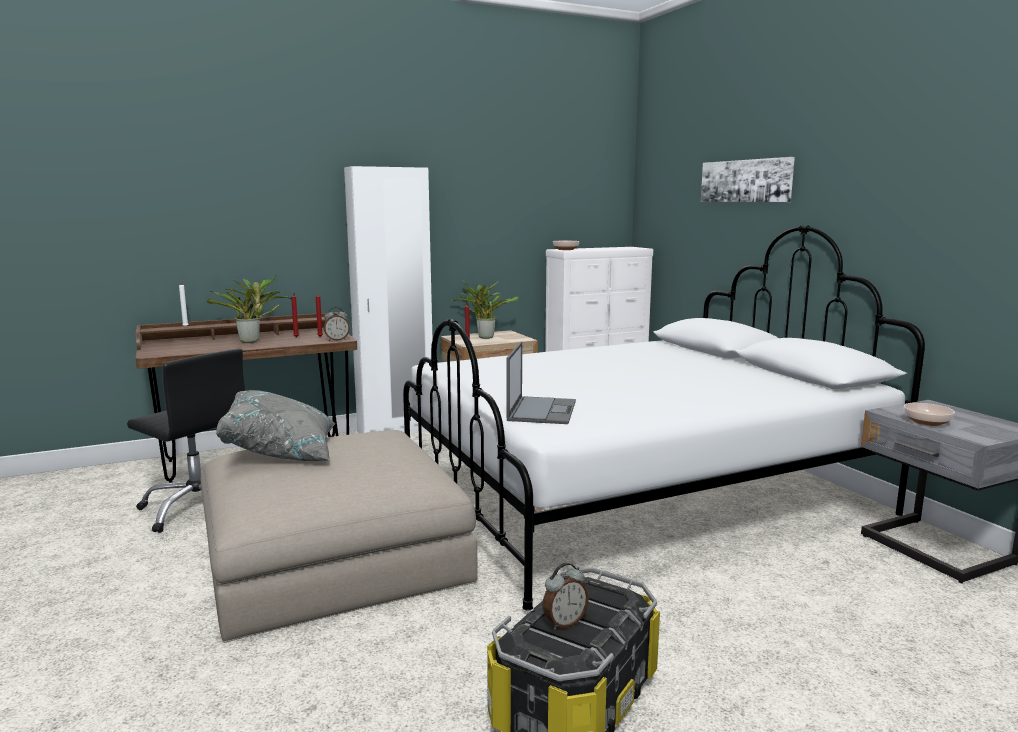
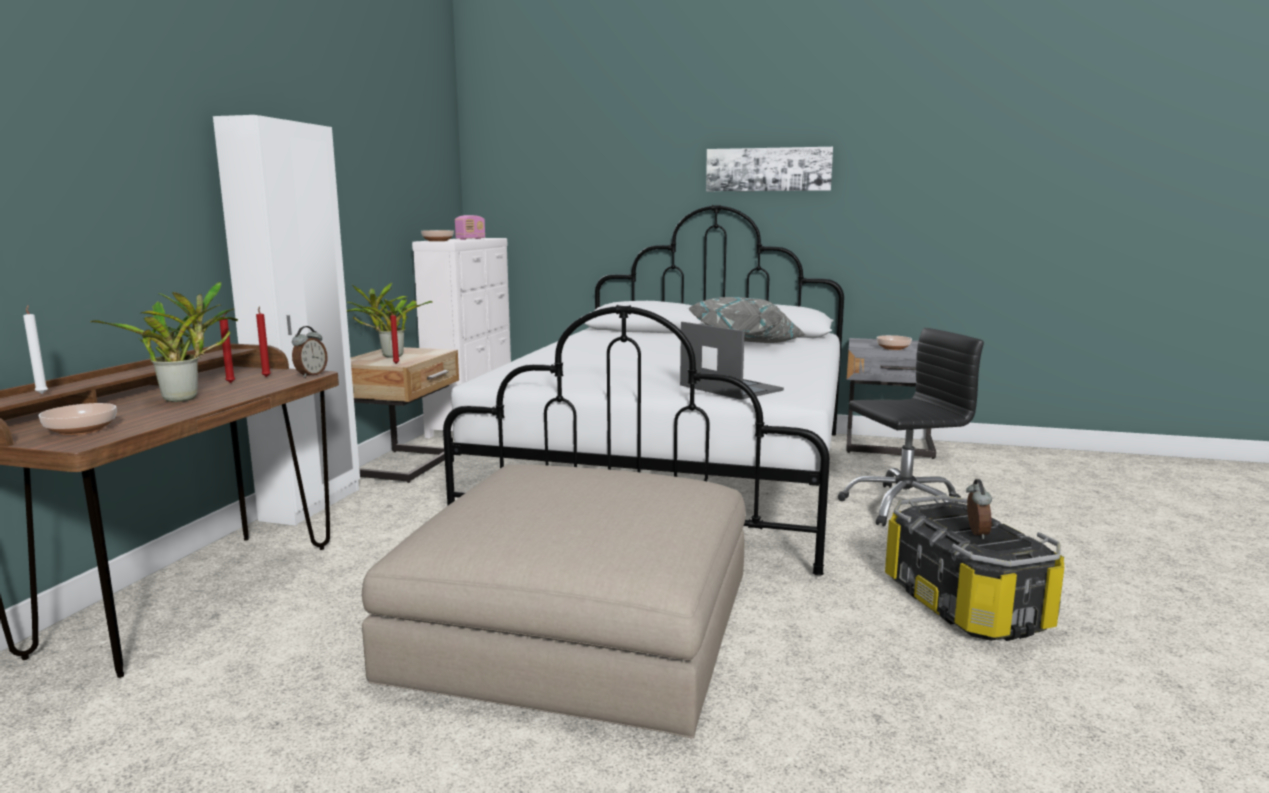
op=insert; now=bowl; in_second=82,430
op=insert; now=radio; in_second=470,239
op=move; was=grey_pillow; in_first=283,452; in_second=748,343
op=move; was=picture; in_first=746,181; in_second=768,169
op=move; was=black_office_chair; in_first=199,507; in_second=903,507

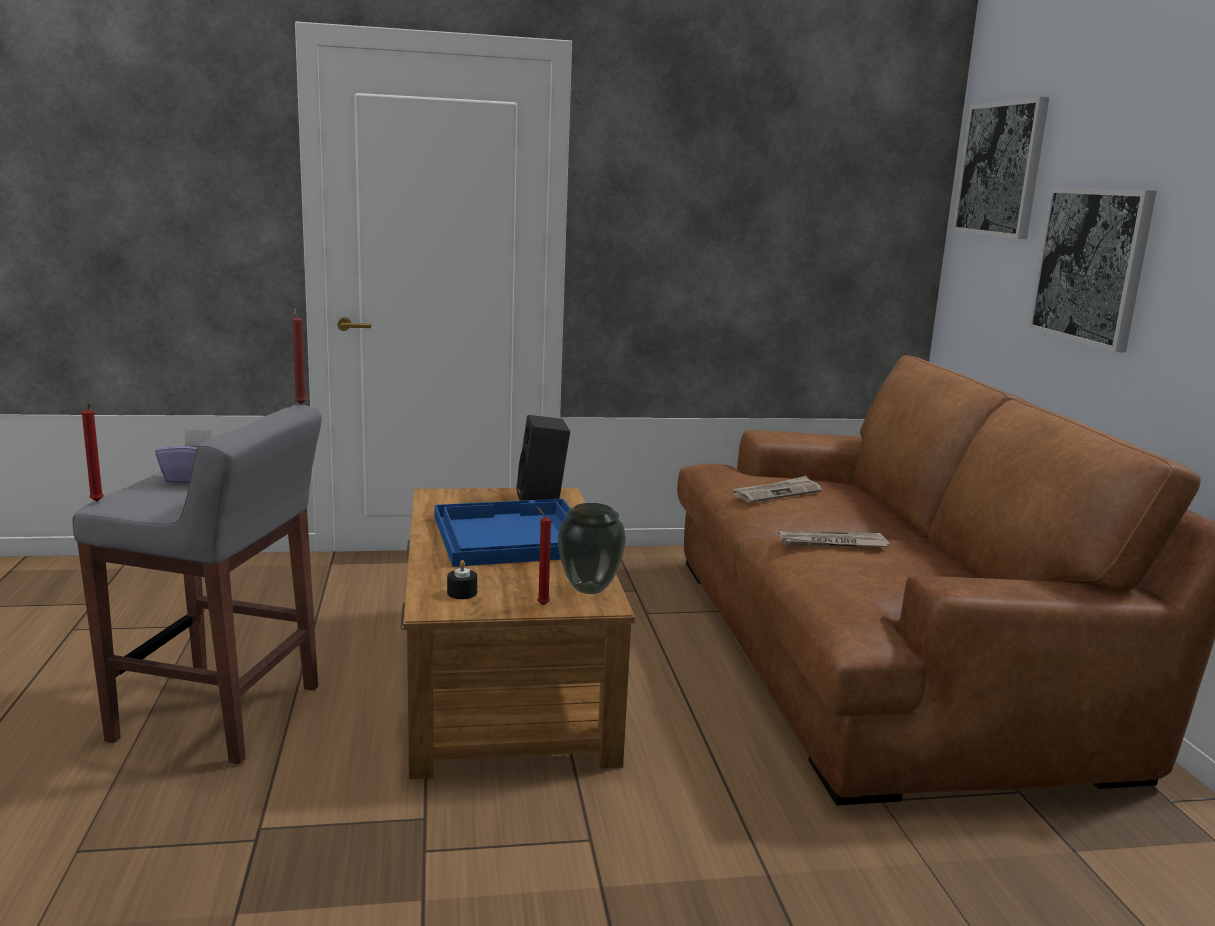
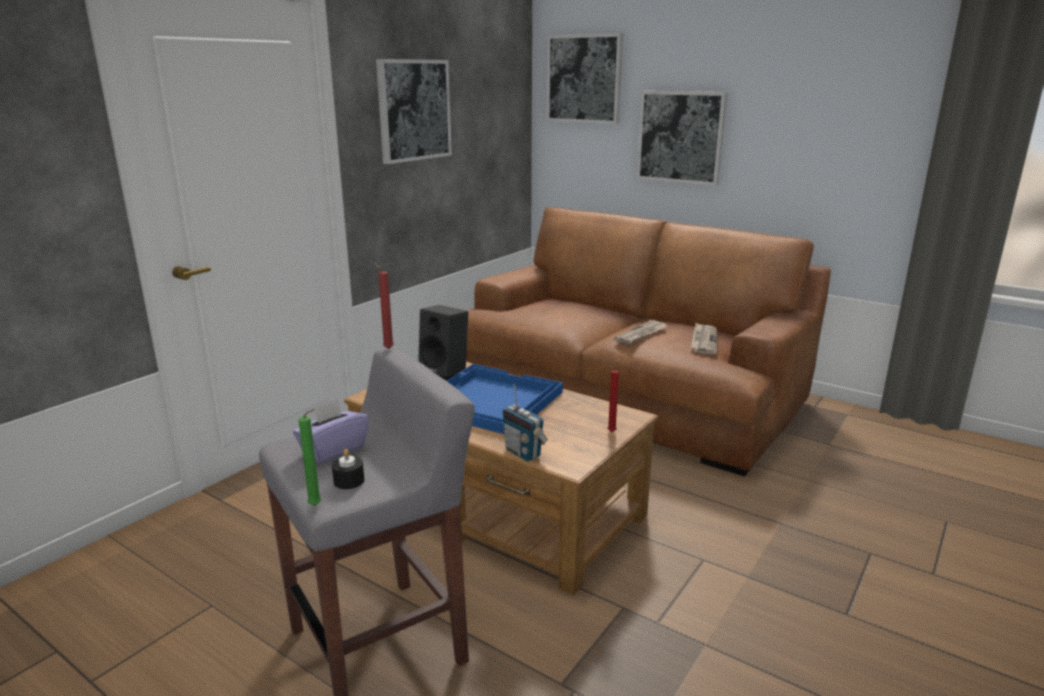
op=recolor; was=red_candle; now=green_candle; in_first=97,502; in_second=317,505
op=move; was=black_candle; in_first=462,593; in_second=349,481
op=insert; now=picture; in_second=413,110
op=insert; now=radio; in_second=523,453
op=move; was=newspaper; in_first=777,493; in_second=703,340
op=delete; was=vase; in_first=590,589

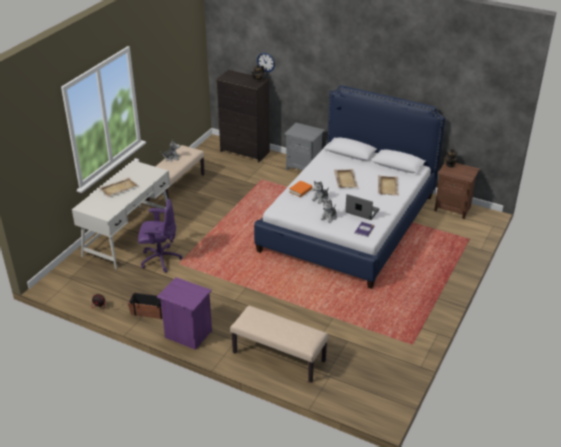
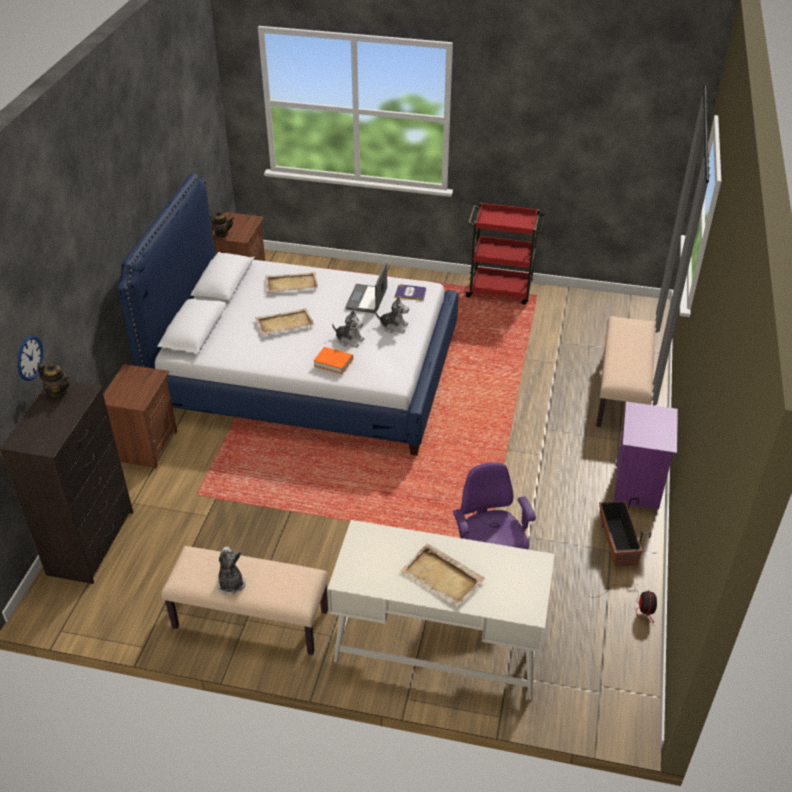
op=recolor; was=grey_nightstand; now=brown_nightstand; in_first=304,167; in_second=146,446
op=insert; now=red_cart; in_second=501,290

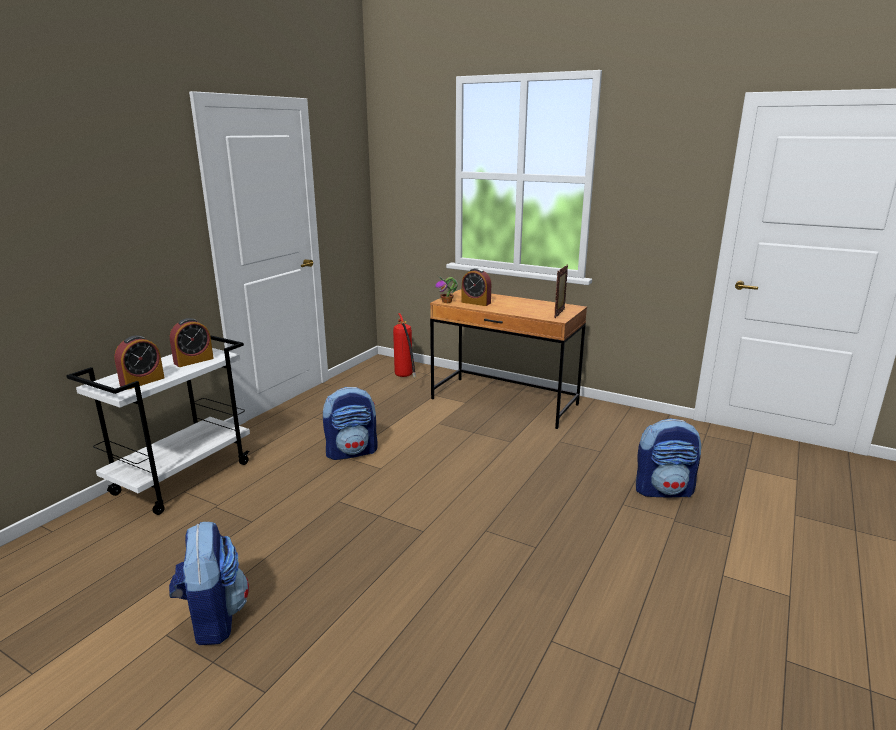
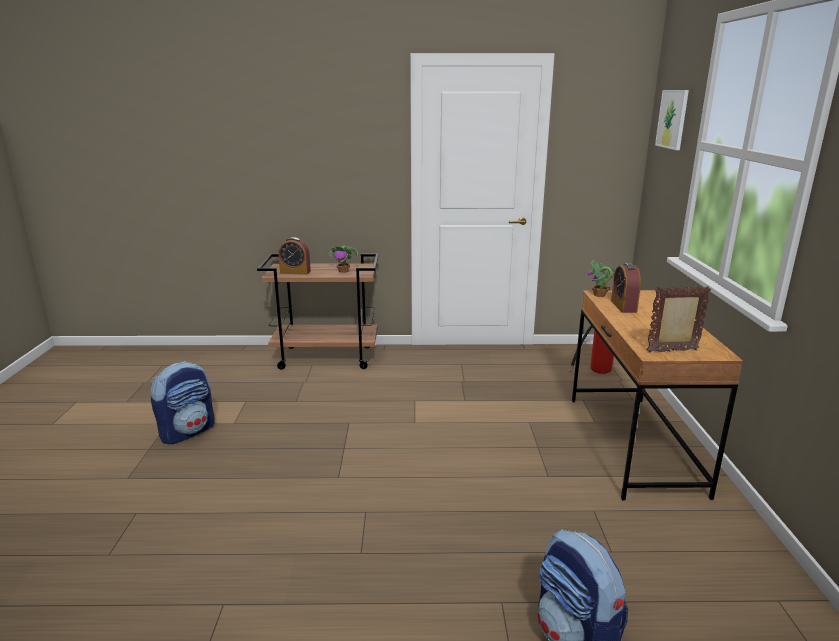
op=recolor; was=white_cart; now=brown_cart; in_first=183,477; in_second=327,357
op=replace; was=alarm_clock; now=potted_plant; in_first=193,361; in_second=344,271
op=insert; now=picture; in_second=672,119
op=delete; was=backpack; in_first=352,452

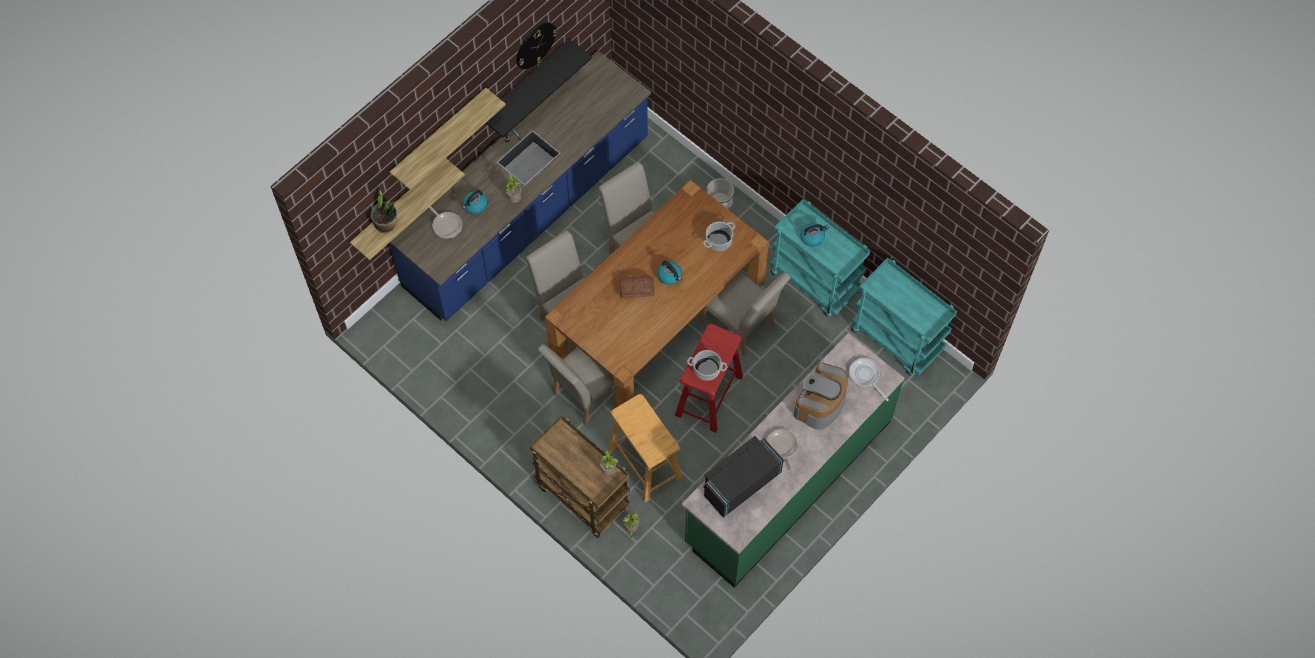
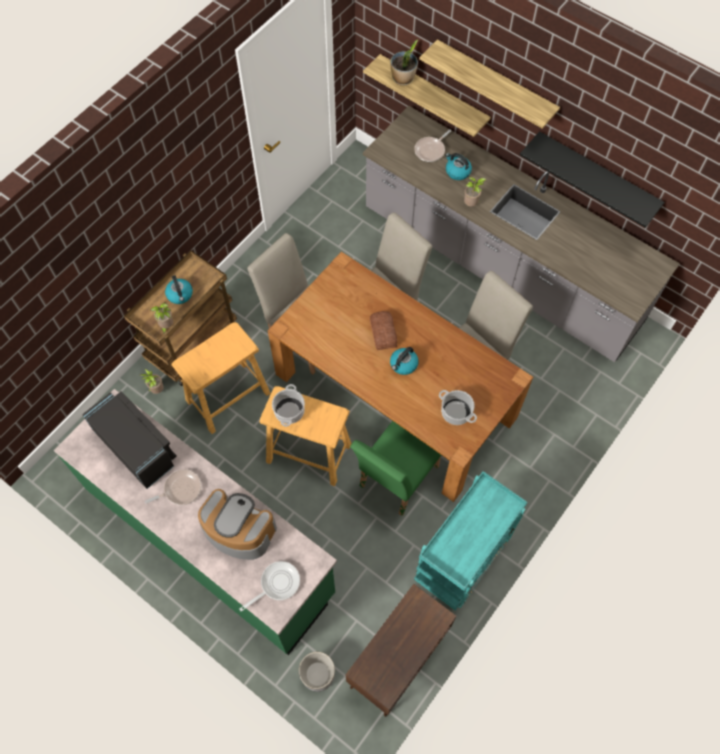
op=move; was=kettle; in_first=812,237; in_second=180,295
op=recolor; was=red_stool; now=beige_stool; in_first=708,396; in_second=308,452
op=move; was=planter; in_first=719,201; in_second=318,674
op=replace; was=turquoise_cart; now=brown_cabinet; in_first=898,339; in_second=397,661
op=recolor; was=beige_chair; now=green_chair; in_first=741,327; in_second=394,480
op=recolor; was=blue_counter; now=grey_counter; in_first=528,214; in_second=500,266
op=delete; was=wall_clock; in_first=535,45

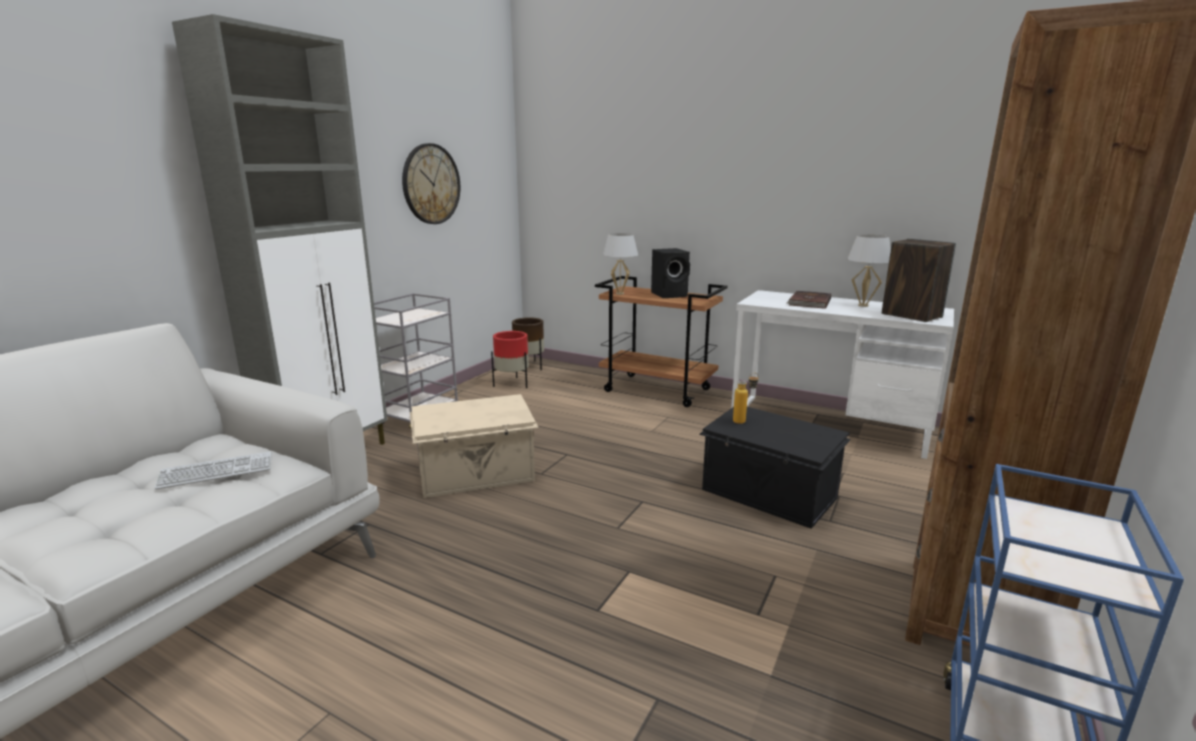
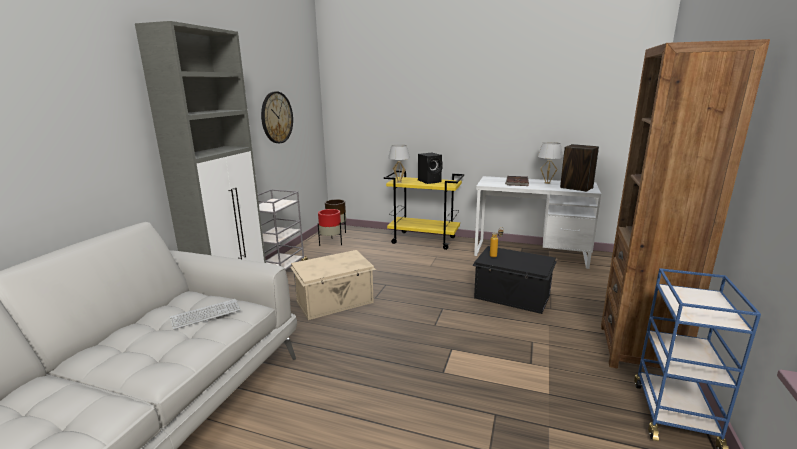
op=recolor; was=brown_cart; now=yellow_cart; in_first=658,390; in_second=424,240

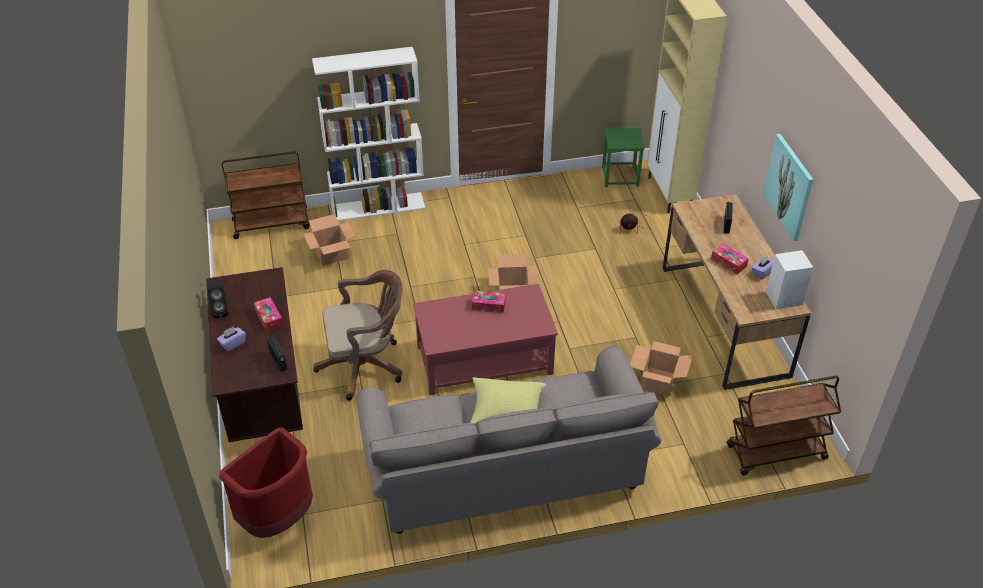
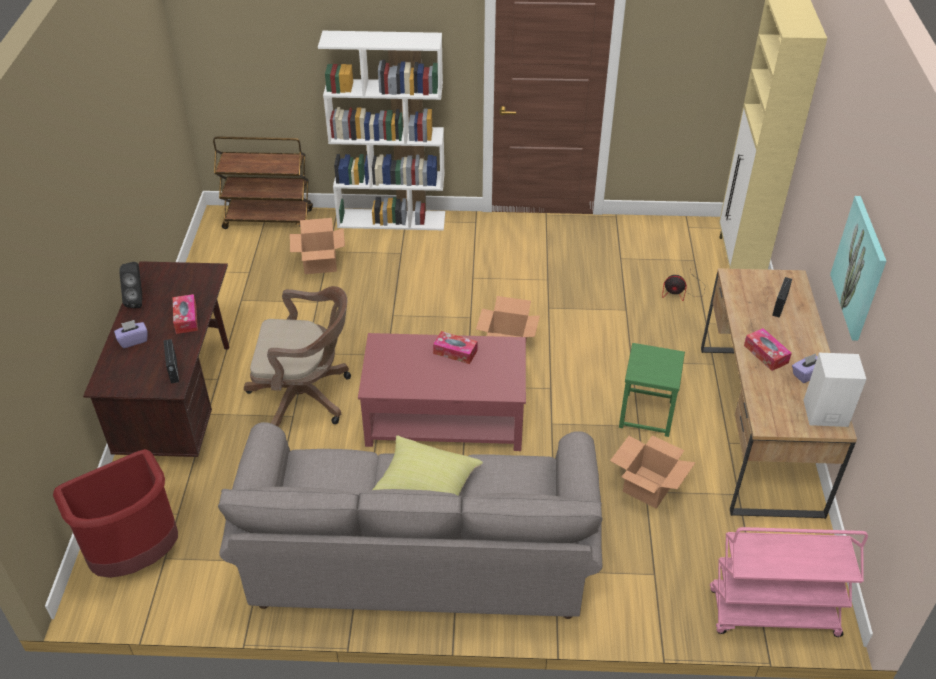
op=move; was=green_stool; in_first=619,176; in_second=646,414
op=recolor; was=brown_cart; now=pink_cart; in_first=775,453; in_second=772,613

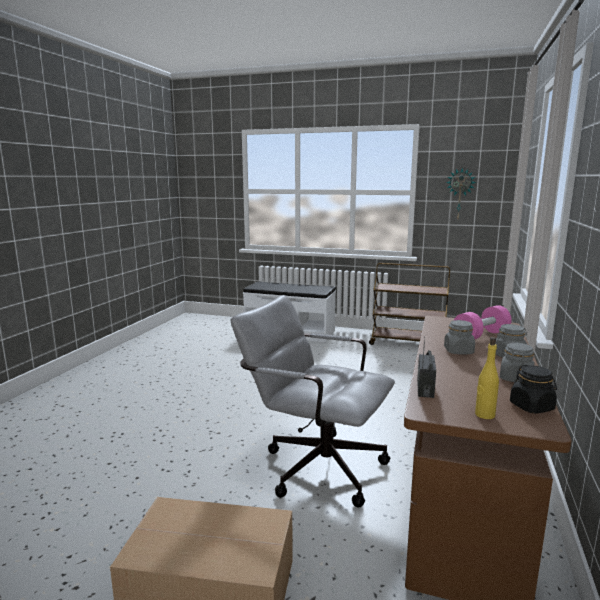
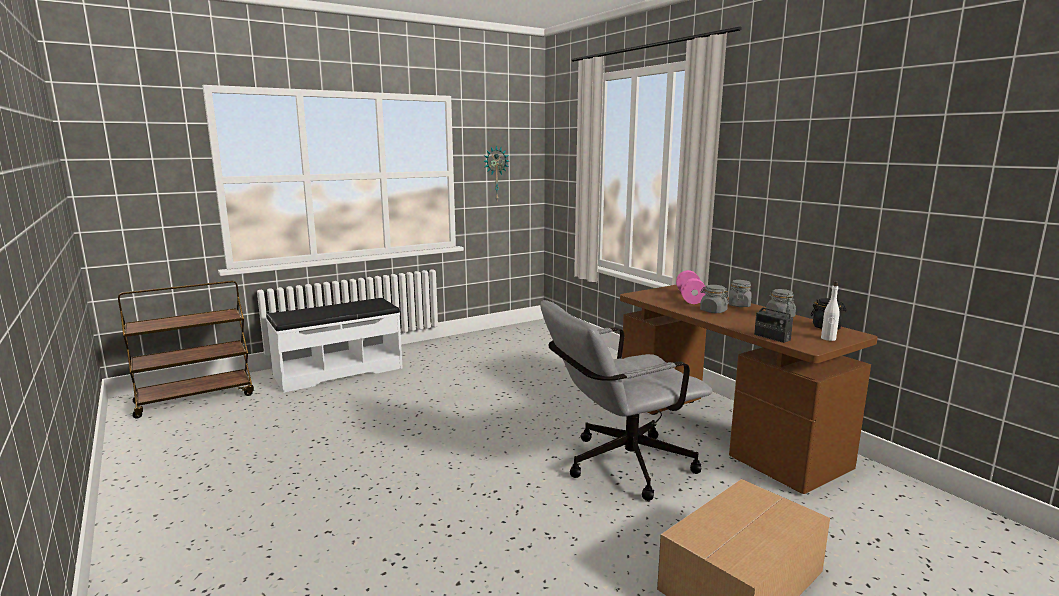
op=move; was=brown_cart; in_first=408,343; in_second=196,398
op=recolor; was=yellow_bottle; now=white_bottle; in_first=484,415; in_second=828,338

